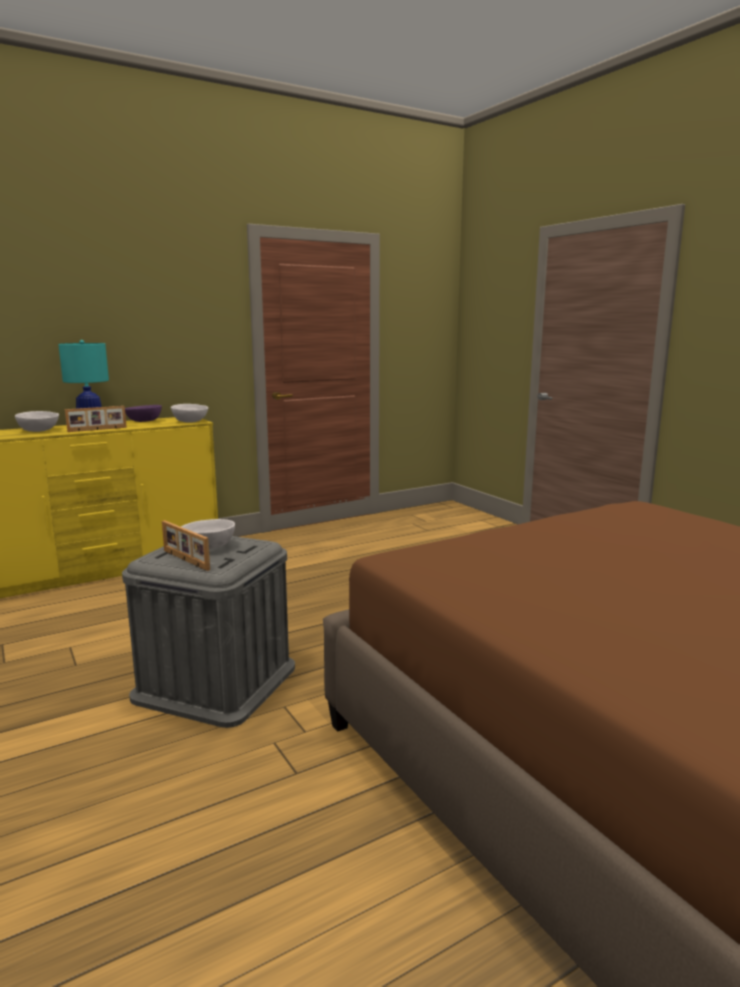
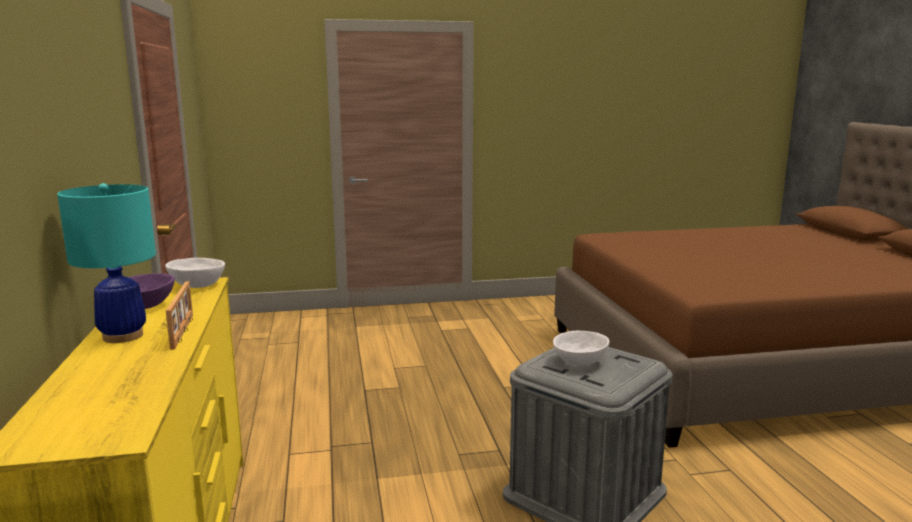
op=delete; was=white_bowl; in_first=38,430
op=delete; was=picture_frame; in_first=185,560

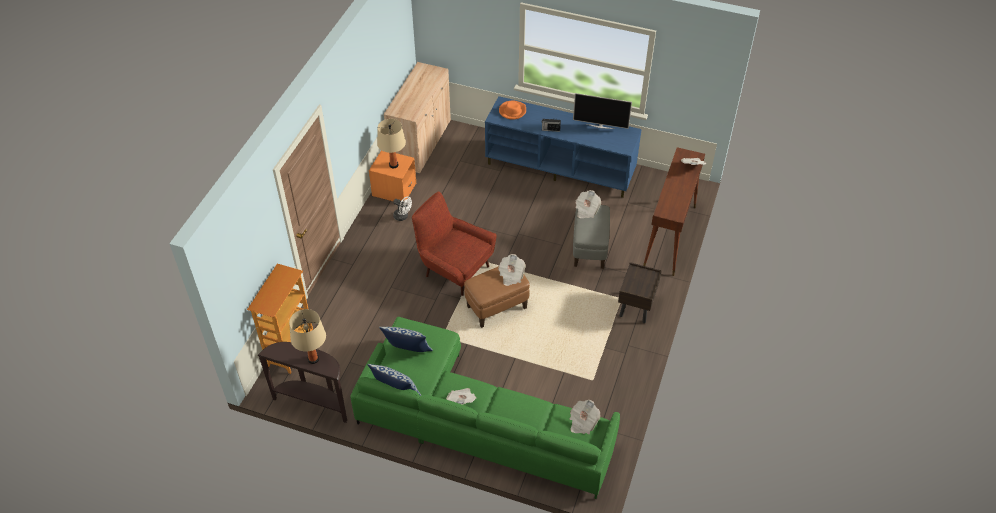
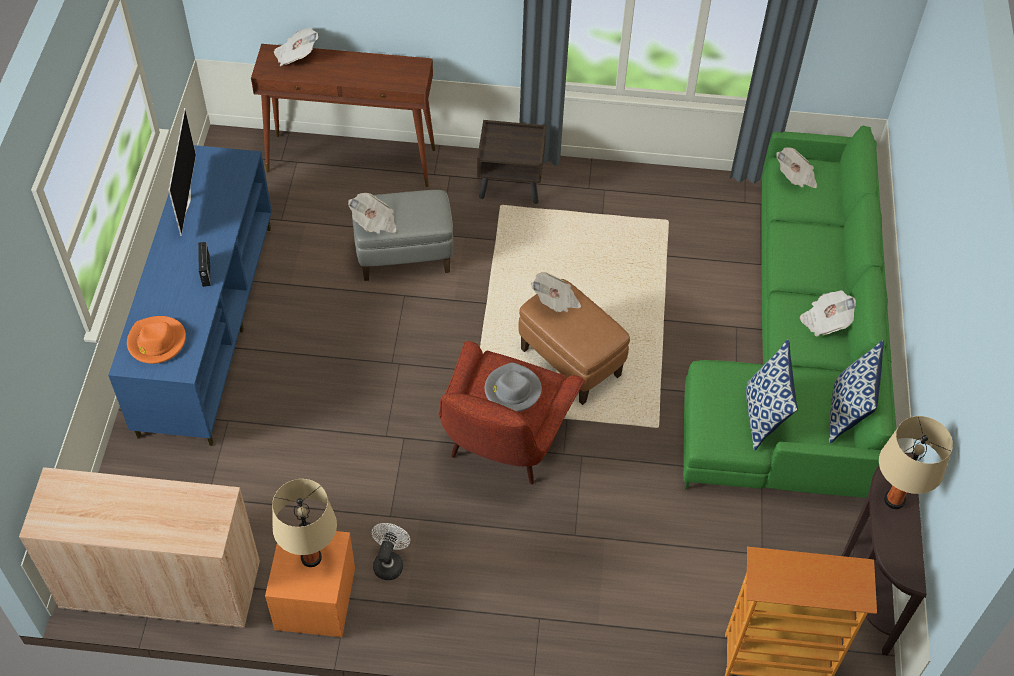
op=insert; now=grey_hat; in_second=512,390

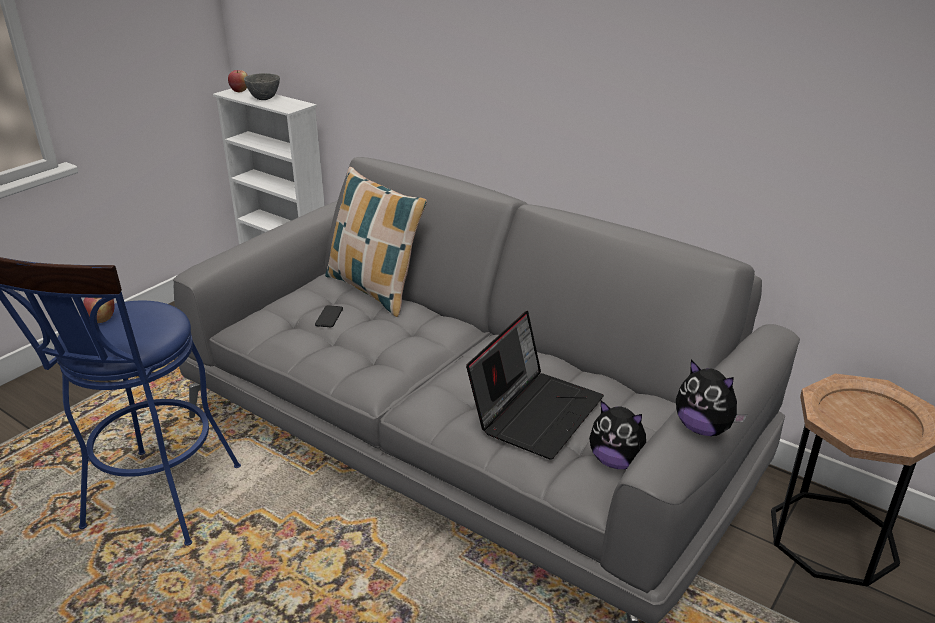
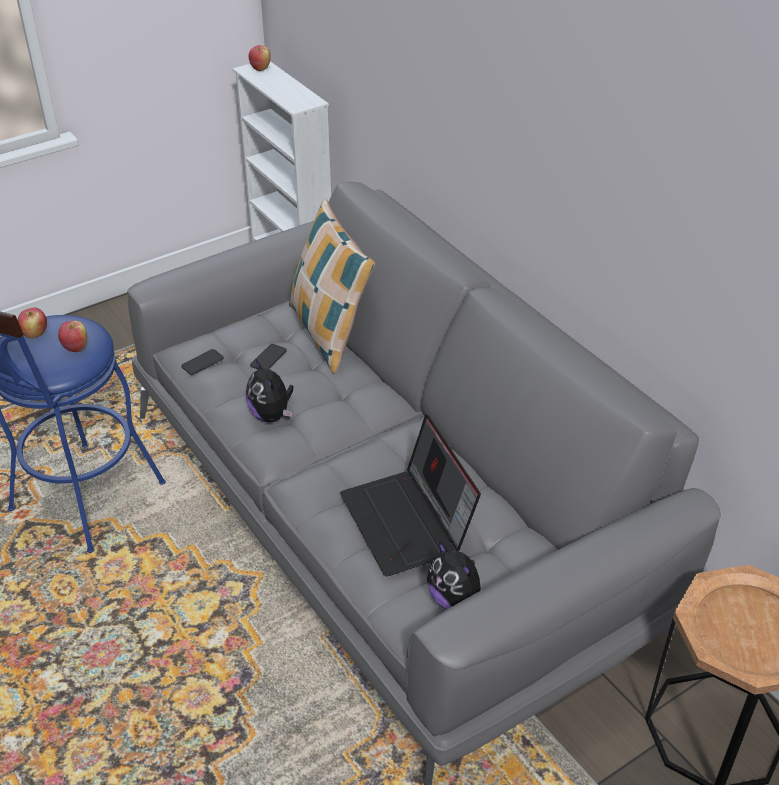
op=insert; now=apple; in_second=75,347
op=insert; now=phone; in_second=202,362
op=move; was=plush_toy; in_first=703,428; in_second=271,415
op=rotate; was=laptop; in_first=536,411; in_second=408,522; clockwise=105
op=delete; was=grey_bowl; in_first=263,98

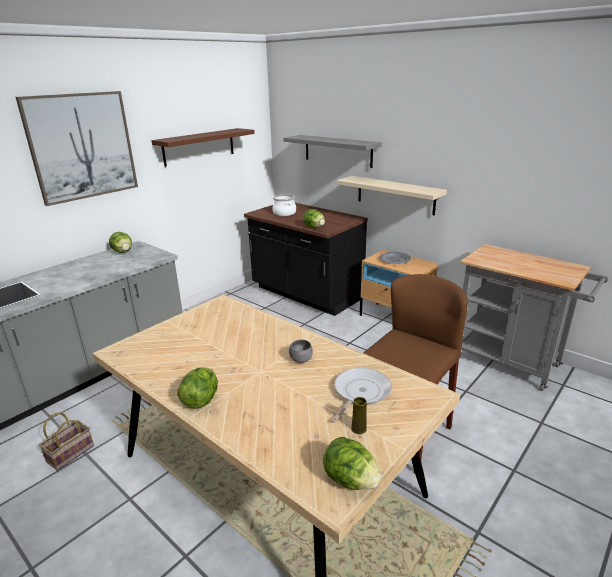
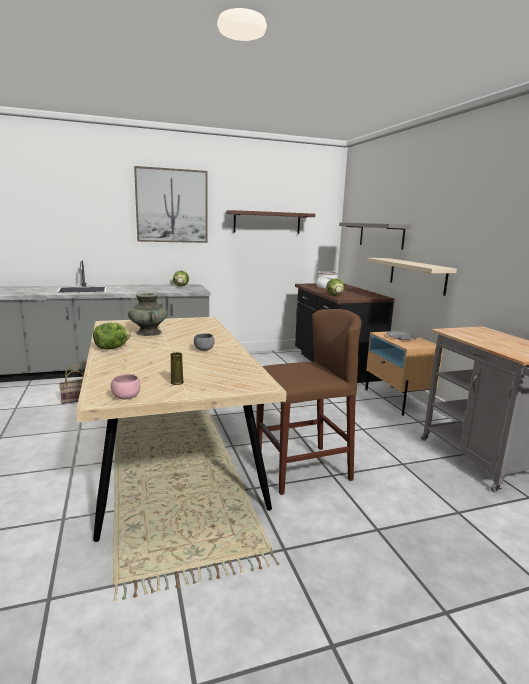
op=replace; was=lettuce; now=pink_bowl; in_first=350,480; in_second=126,397
op=insert; now=turquoise_vase; in_second=148,332
op=delete; was=frying_pan; in_first=360,392

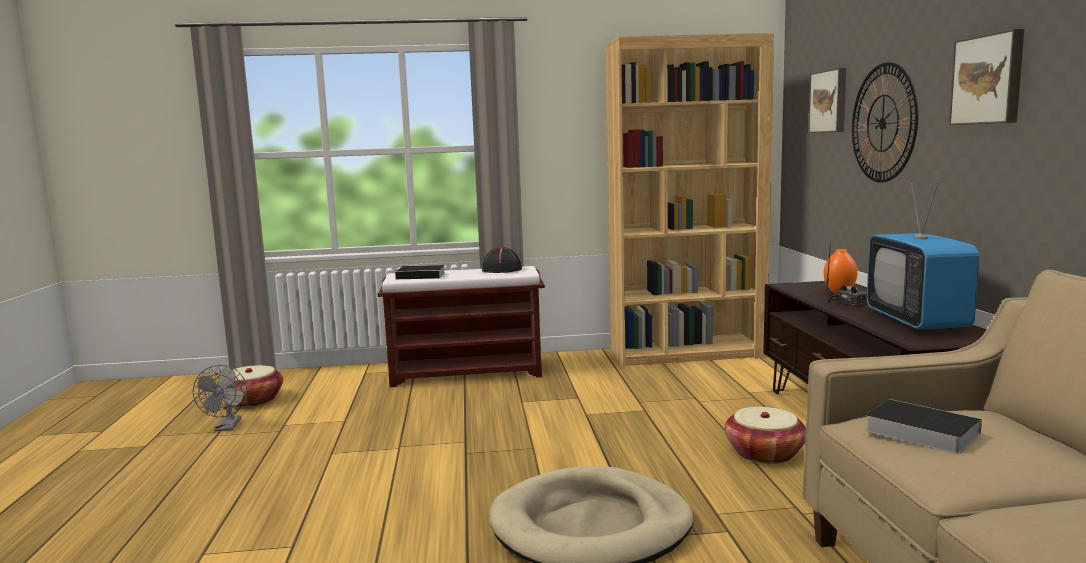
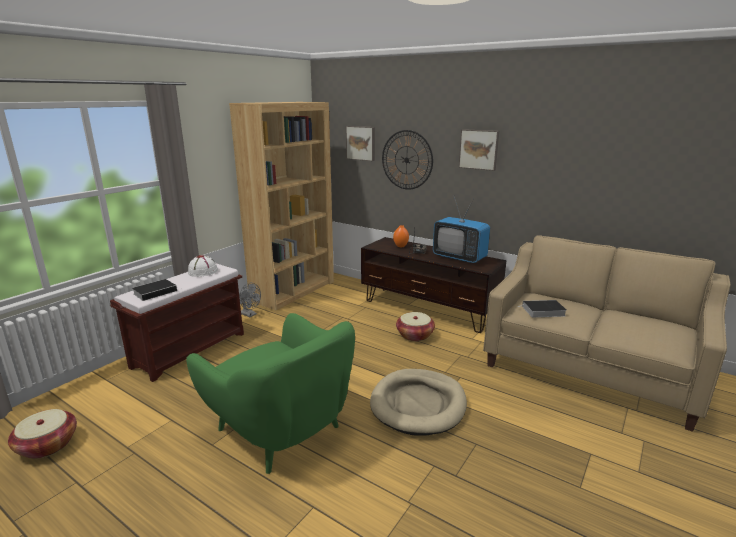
op=insert; now=green_armchair; in_second=281,430
op=recolor; was=black_hat; now=white_hat; in_first=502,270; in_second=203,271
op=move; was=grey_fan; in_first=227,427; in_second=250,314

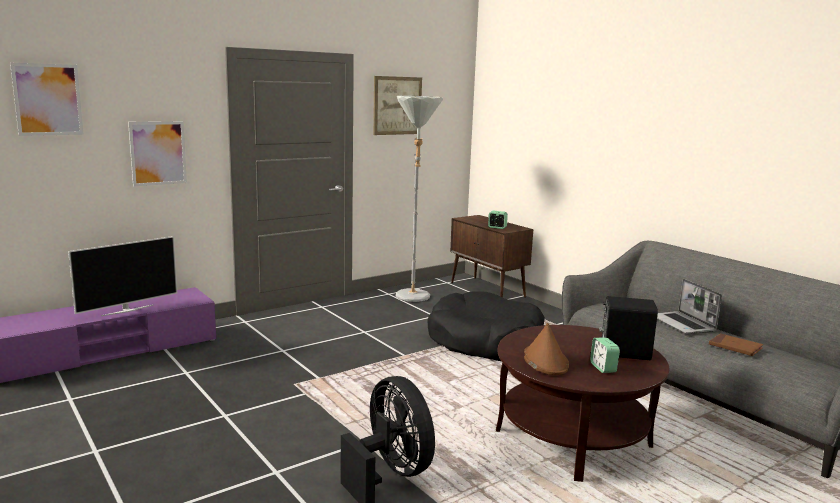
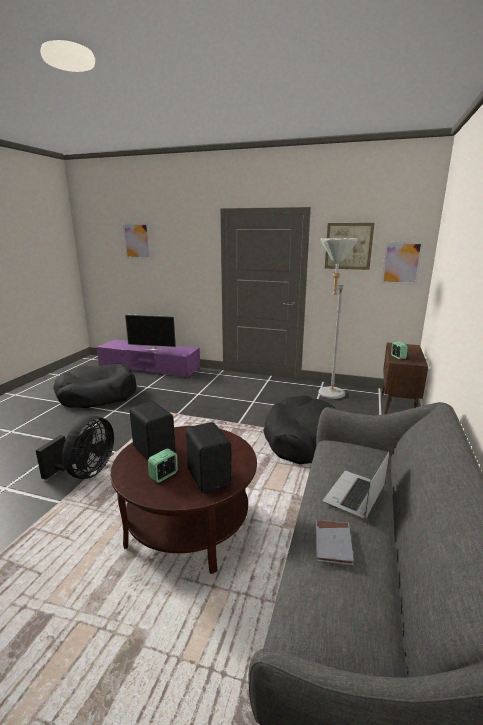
op=insert; now=black_dog_bed; in_second=97,395
op=replace; was=brown_hat; now=black_speaker; in_first=545,361; in_second=155,450
op=recolor; was=brown_book; now=grey_book; in_first=735,347; in_second=333,544
op=move; was=picture; in_first=158,153; in_second=401,263

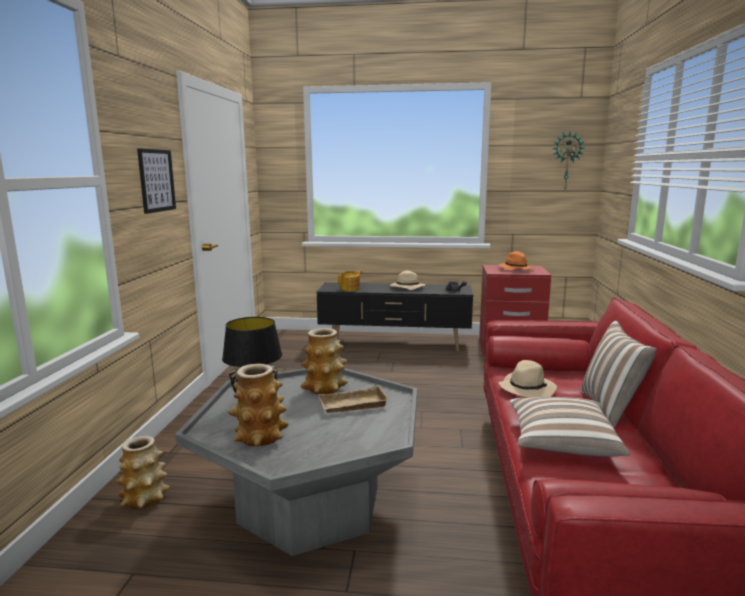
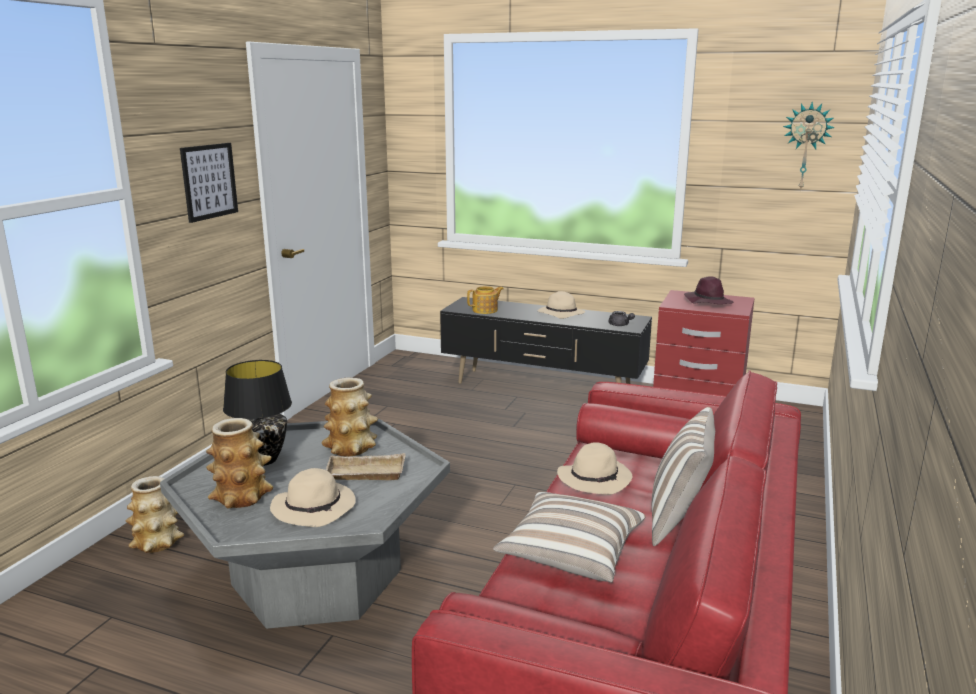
op=insert; now=beige_hat; in_second=315,508
op=recolor; was=orange_hat; now=purple_hat; in_first=515,269; in_second=707,301

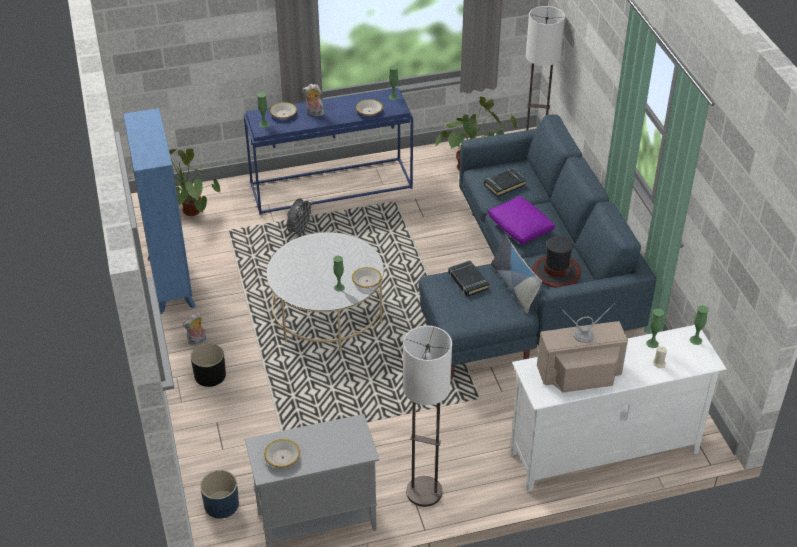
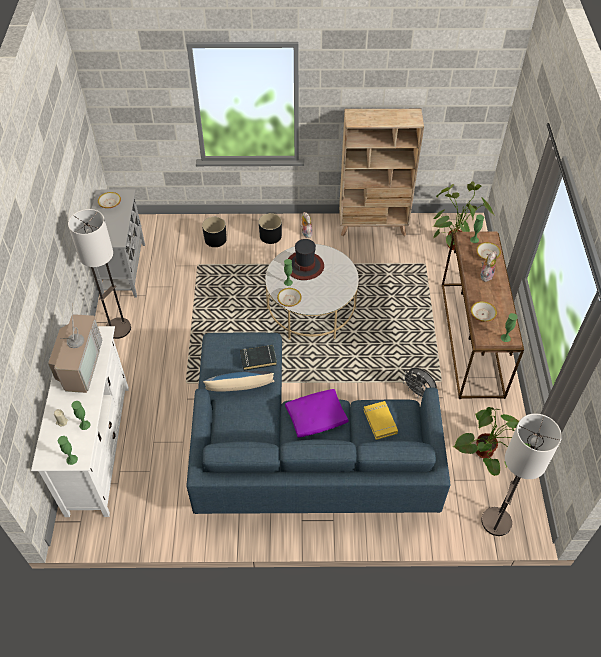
op=insert; now=black_planter; in_second=215,239
op=move; was=hat; in_first=556,272; in_second=305,266
op=recolor; was=blue_bookcase; now=beige_bookcase; in_first=171,281; in_second=373,226
op=recolor; was=black_book; now=yellow_book; in_first=504,185; in_second=380,421
op=move; was=grey_fan; in_first=300,232; in_second=418,393
op=recolor; was=blue_console_table; now=brown_console_table; in_first=332,185; in_second=472,339
op=delete; was=blue_planter; in_first=221,504

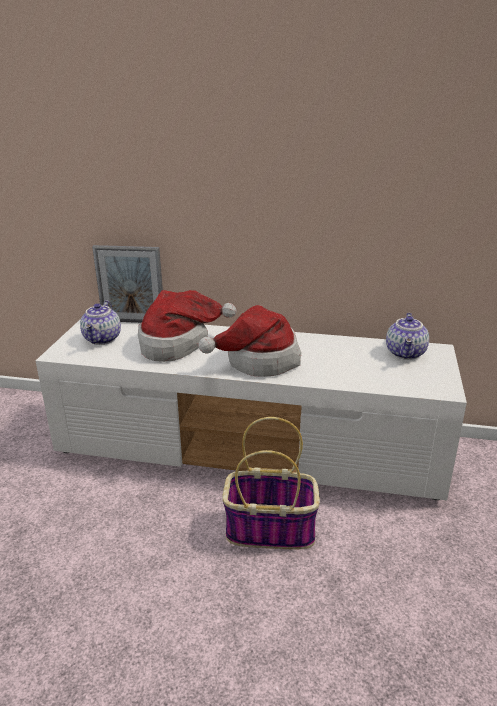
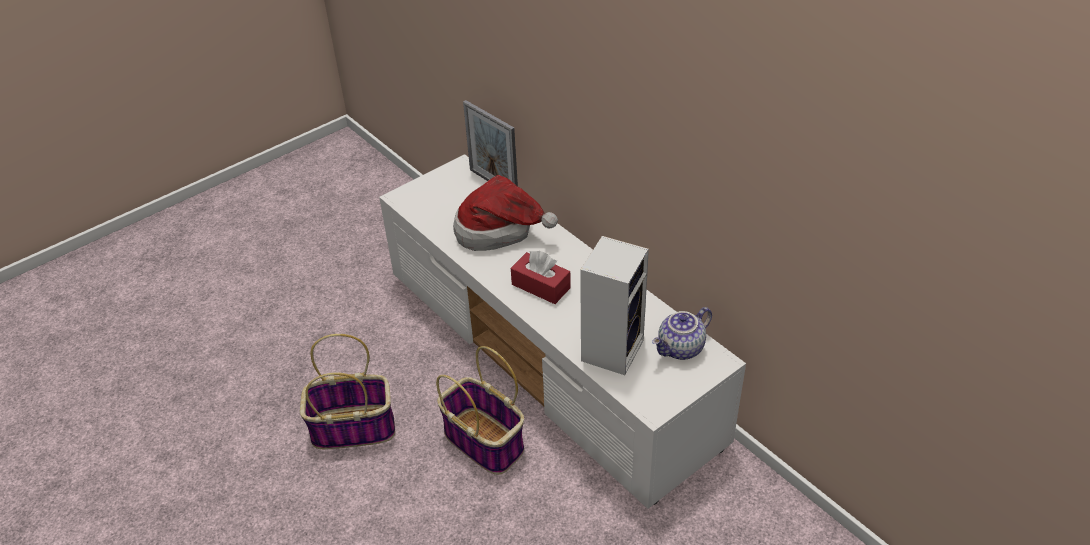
op=insert; now=basket; in_second=354,428
op=replace; was=hat; now=red_tissue_box; in_first=258,360; in_second=541,286
op=insert; now=speaker; in_second=612,348
op=delete; was=teapot; in_first=103,339

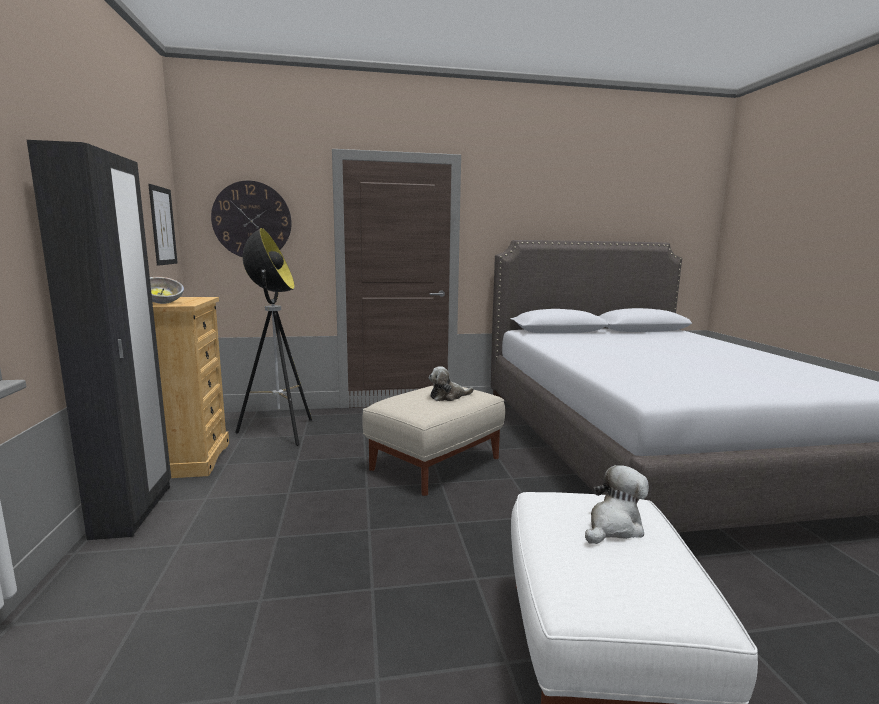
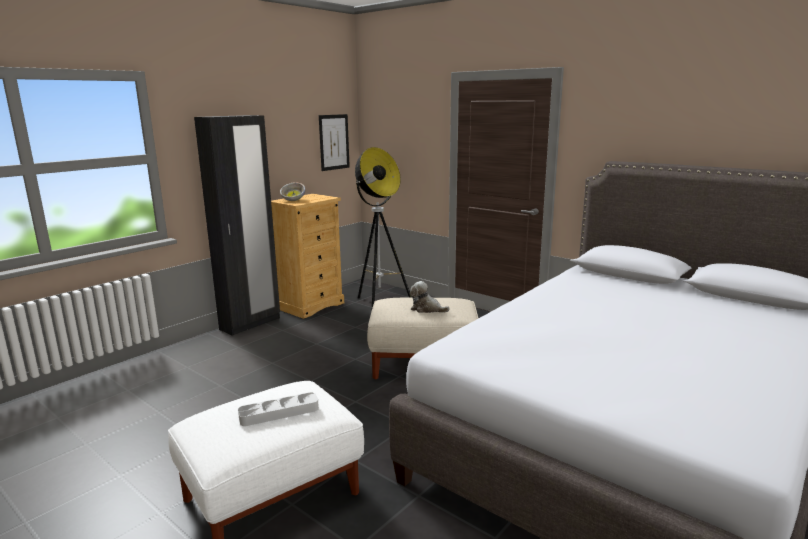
op=replace; was=plush_toy; now=grey_tray; in_first=613,526; in_second=279,413
op=delete; was=wall_clock; in_first=252,220

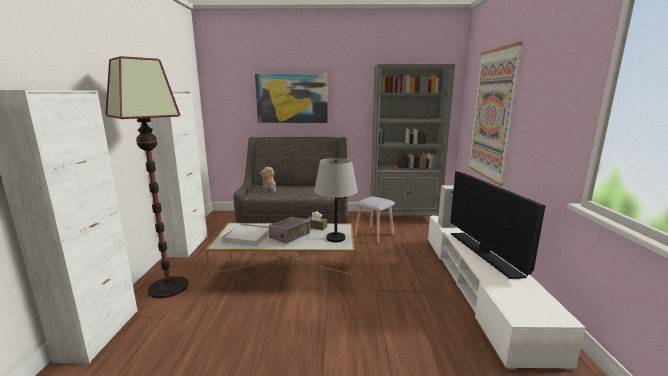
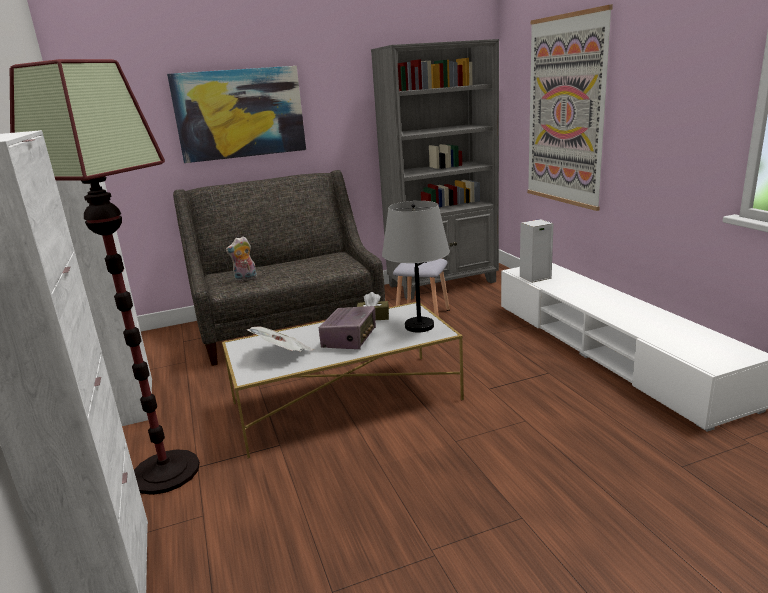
op=replace; was=white_tray; now=newspaper; in_first=248,236; in_second=283,354
op=delete; was=television; in_first=484,253

